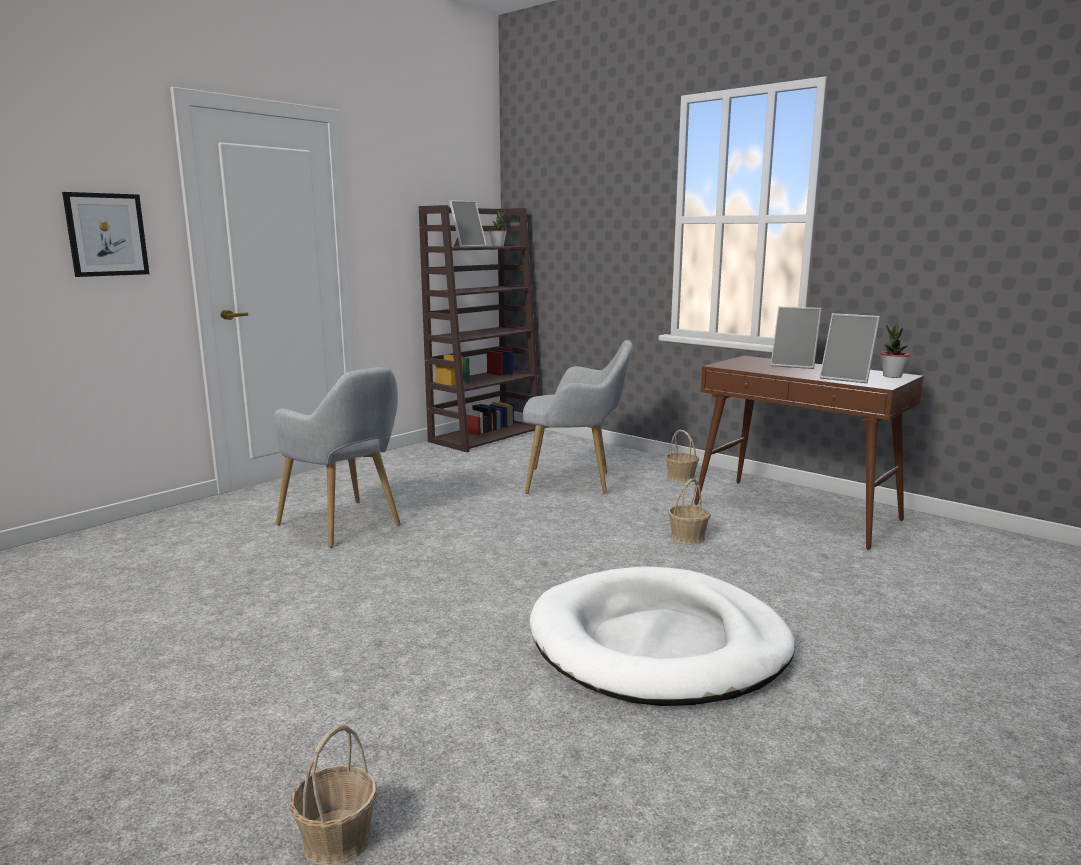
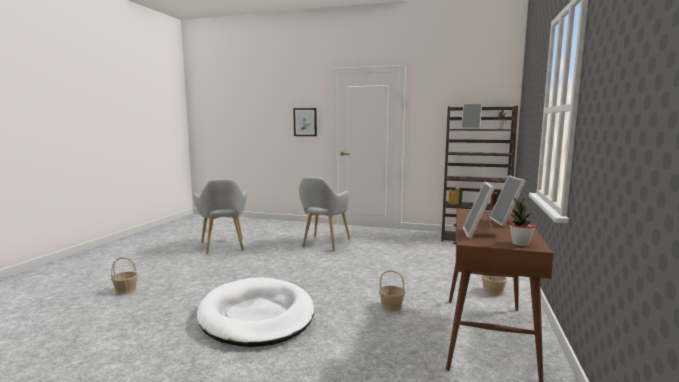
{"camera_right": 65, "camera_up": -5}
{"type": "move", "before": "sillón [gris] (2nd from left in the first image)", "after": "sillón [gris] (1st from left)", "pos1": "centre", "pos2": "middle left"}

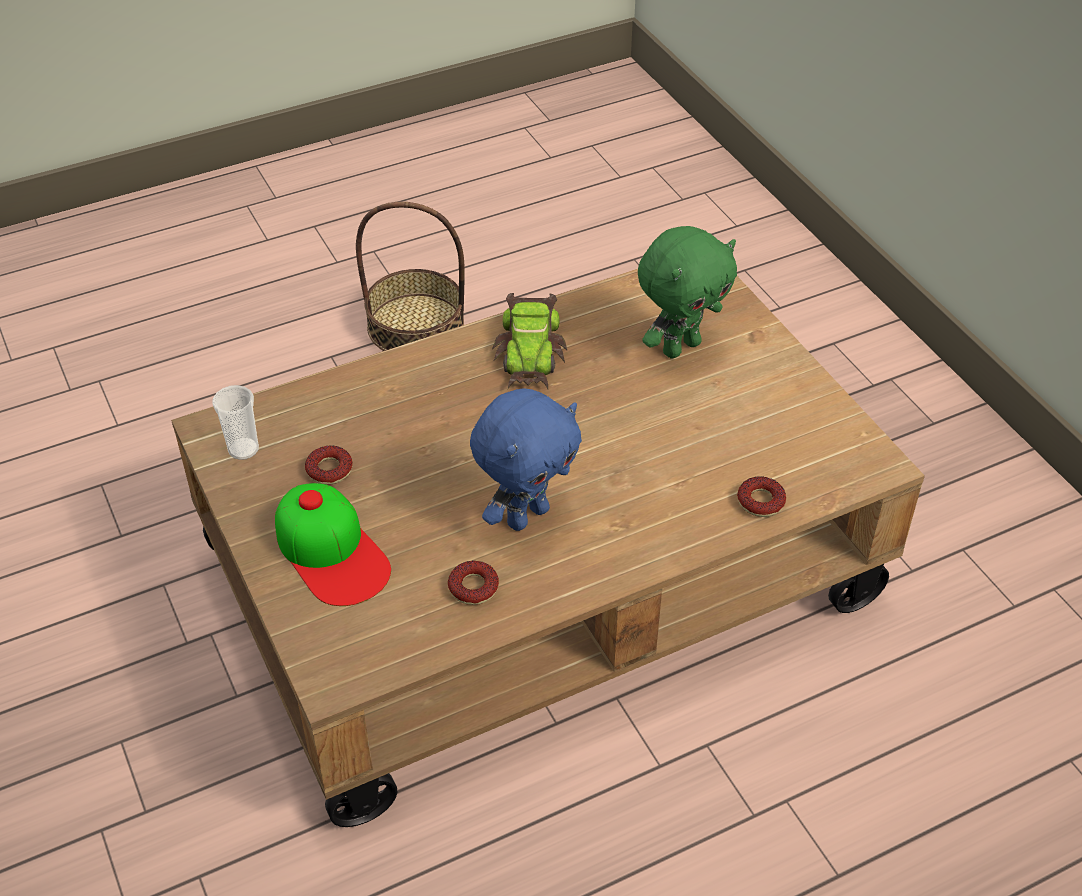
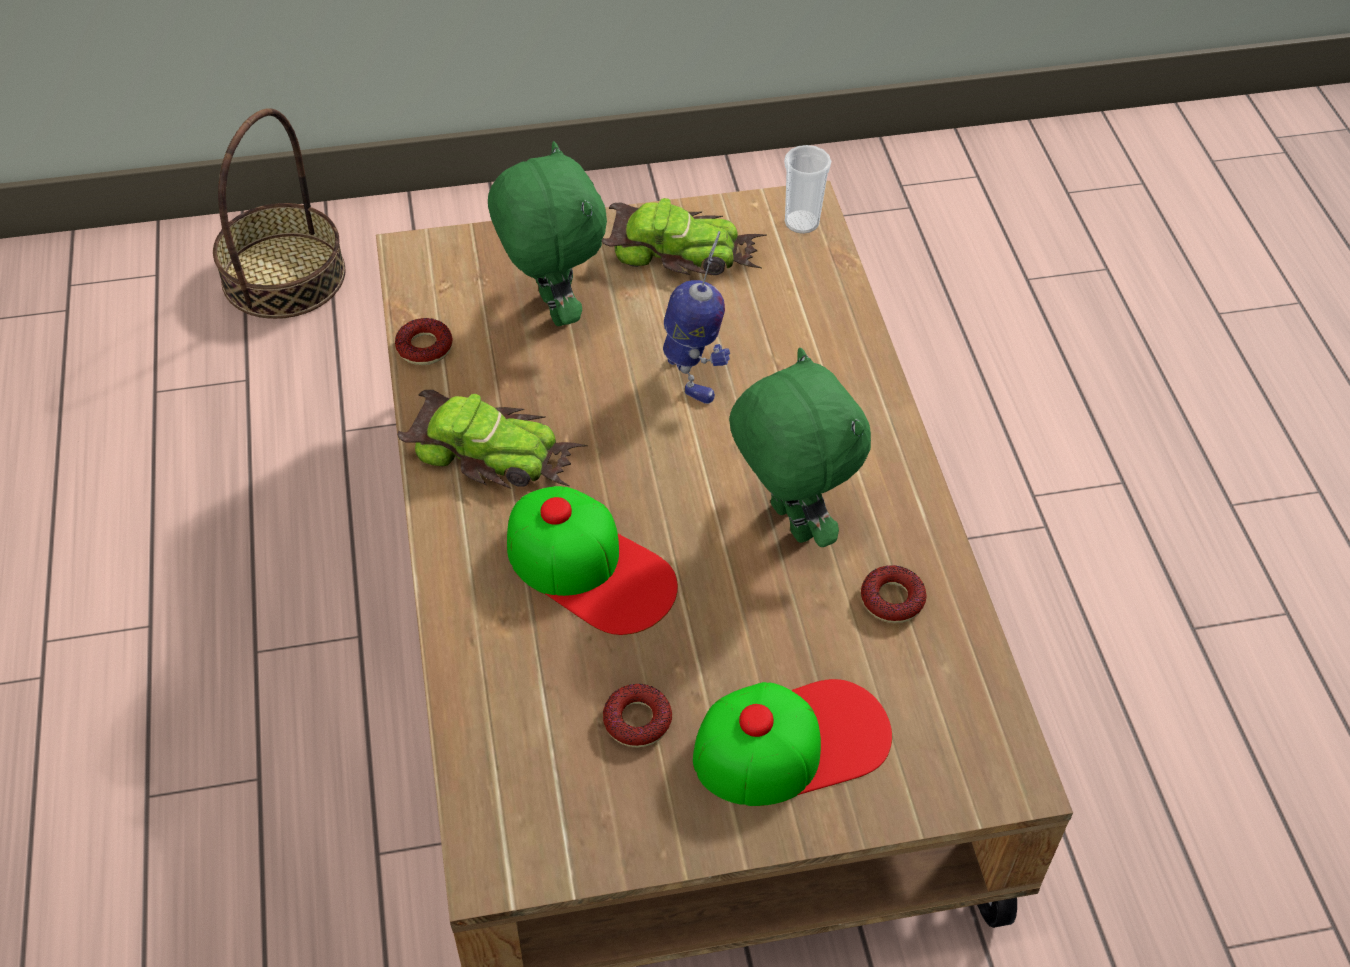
{"camera_right": -75, "camera_up": 5}
{"type": "move", "before": "cesta", "pos1": "top centre", "pos2": "top left"}
{"type": "move", "before": "taza", "pos1": "middle left", "pos2": "top centre"}
{"type": "recolor", "before": "peluche [azul]", "after": "peluche [verde] (2nd from left)", "pos1": "centre", "pos2": "centre"}
{"type": "move", "before": "rosquilla (3rd from left in the first image)", "after": "rosquilla (1st from left)", "pos1": "middle right", "pos2": "middle left"}
{"type": "insert", "after": "coche de juguete (2nd from left)", "pos2": "top centre"}
{"type": "insert", "after": "robot de juguete", "pos2": "top centre"}
{"type": "insert", "after": "gorra (1st from left)", "pos2": "centre"}

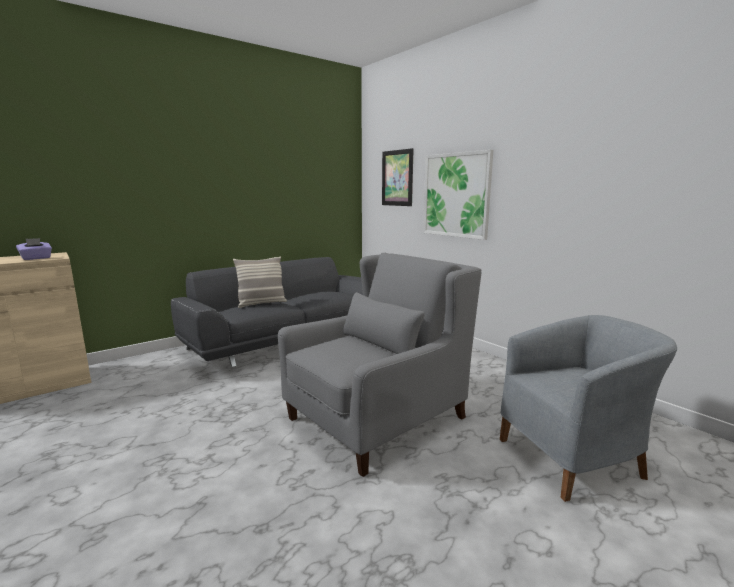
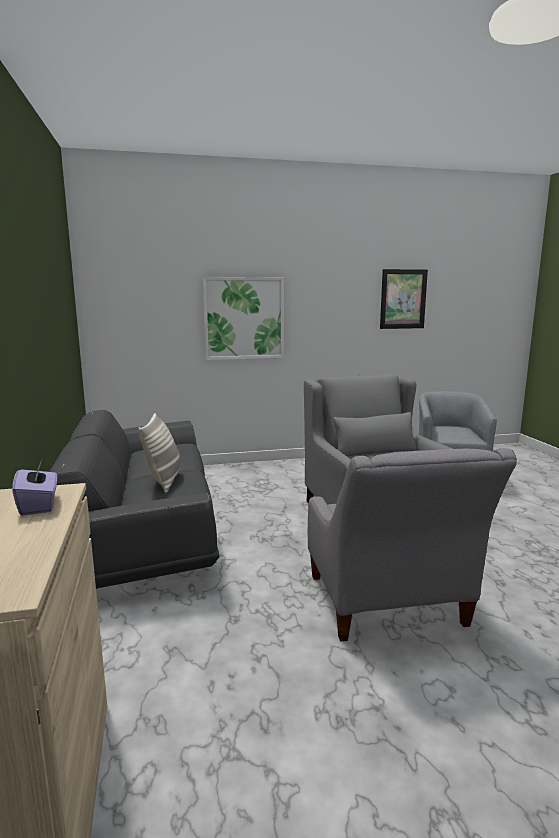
{"camera_right": -65, "camera_up": 0}
{"type": "move", "before": "cuadro (1st from left in the first image)", "after": "cuadro (2nd from left)", "pos1": "top centre", "pos2": "middle right"}
{"type": "insert", "after": "sillón [gris] (2nd from left)", "pos2": "middle right"}

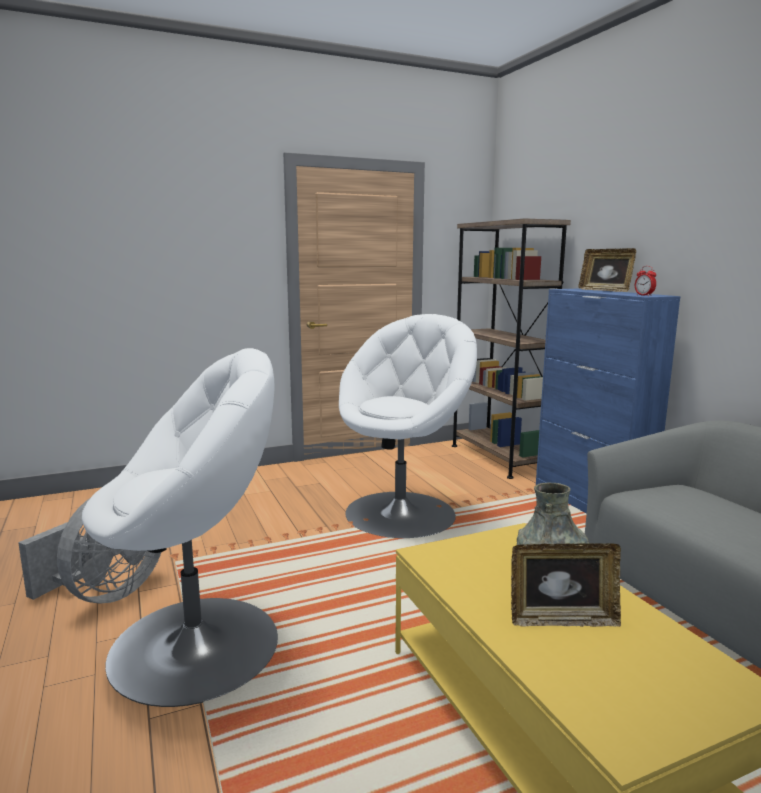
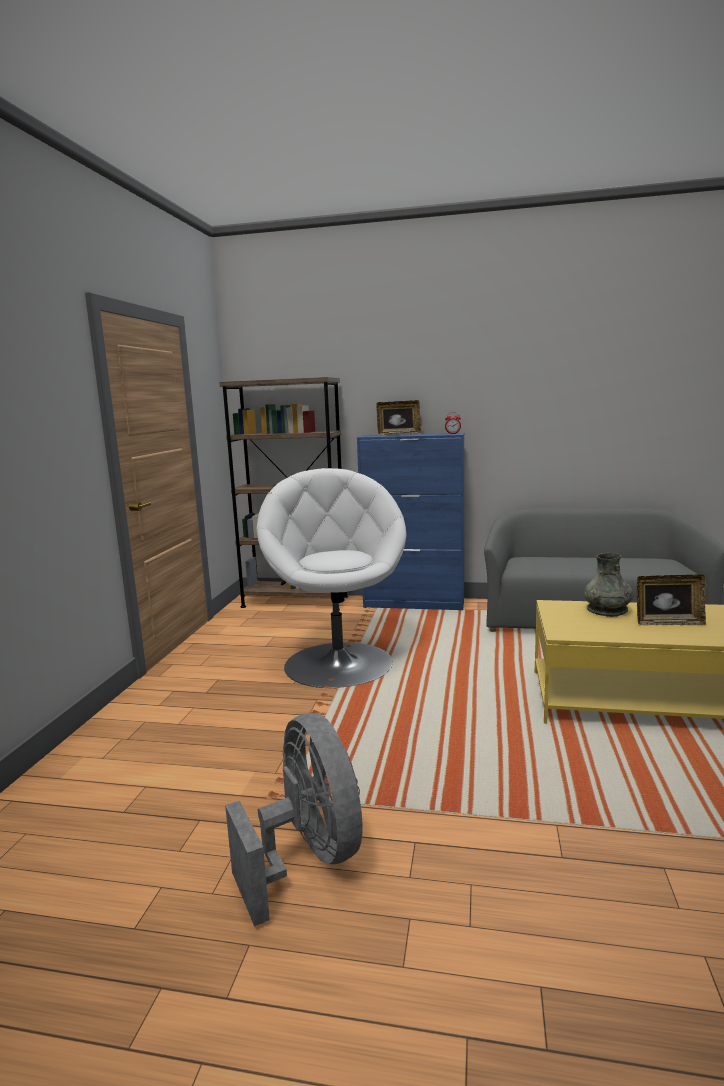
{"camera_right": -55, "camera_up": 0}
{"type": "delete", "before": "sillón [blanco] (1st from left)", "pos1": "middle left"}
{"type": "rotate", "before": "portarretratos (1st from left in the first image)", "pos1": "bottom right", "pos2": "middle right", "turn": 60}

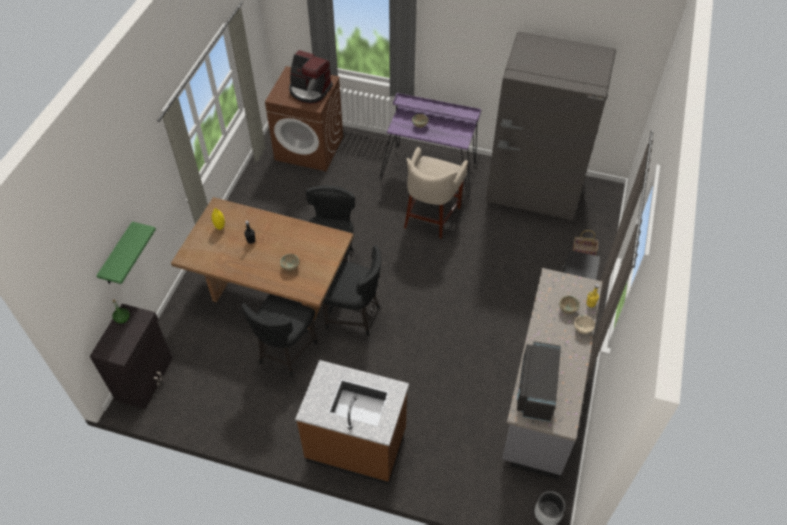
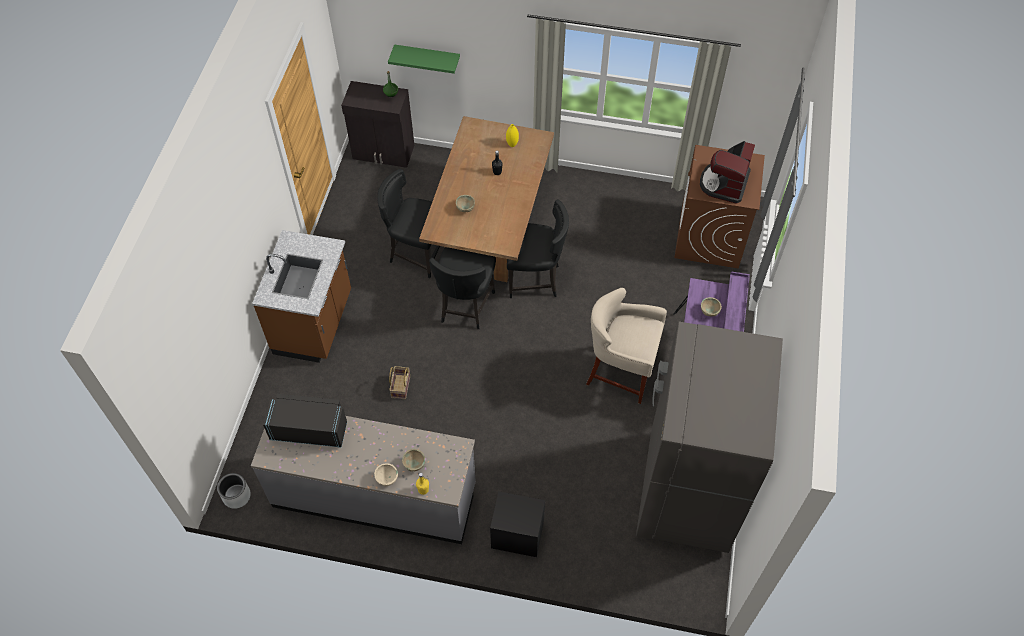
{"camera_right": 85, "camera_up": 5}
{"type": "move", "before": "cesta", "pos1": "middle right", "pos2": "centre"}

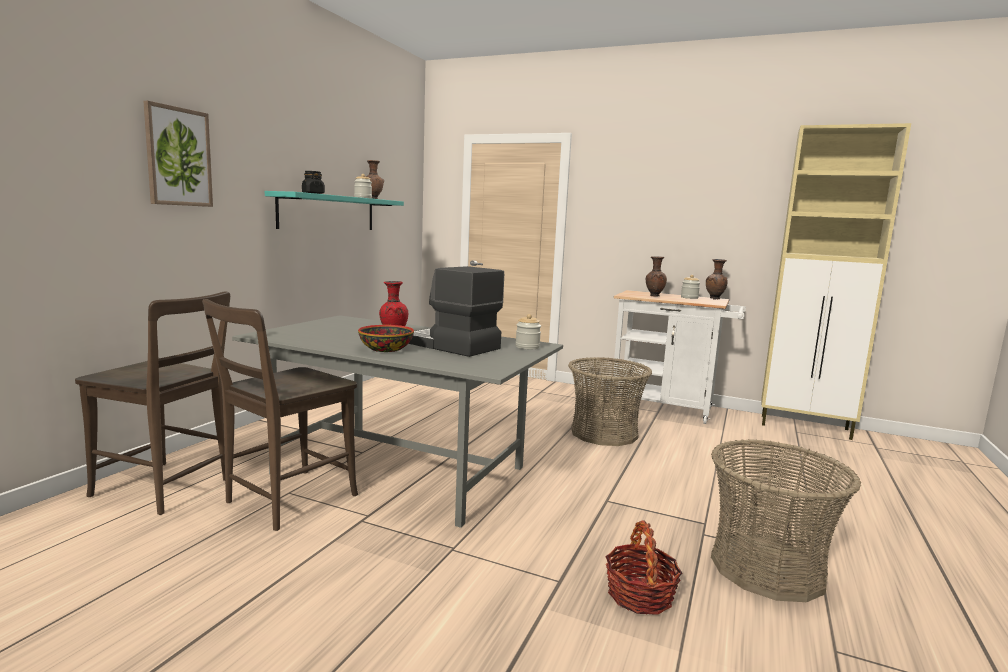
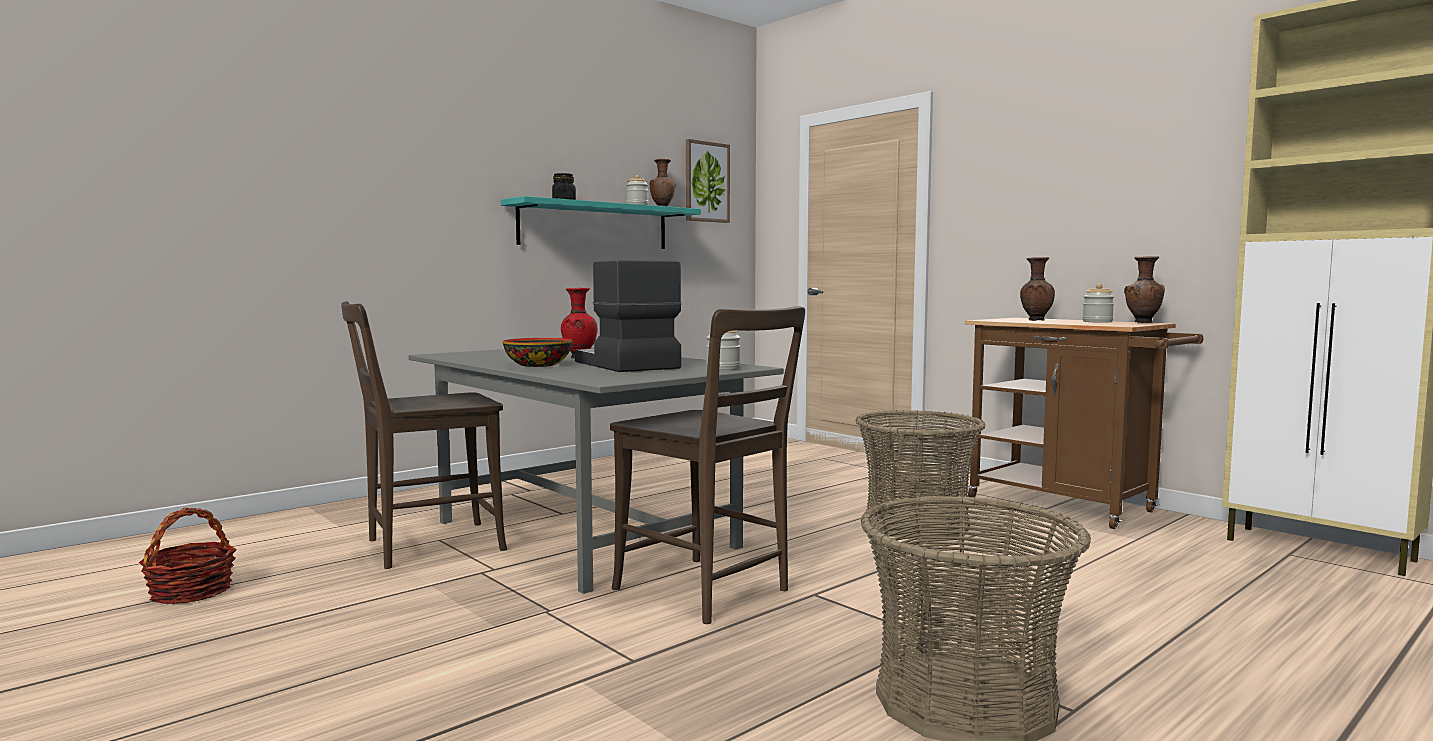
{"camera_right": 25, "camera_up": -5}
{"type": "move", "before": "cuadro", "pos1": "top left", "pos2": "top centre"}
{"type": "recolor", "before": "carrito [blanco]", "after": "carrito [marrón]", "pos1": "middle right", "pos2": "middle right"}
{"type": "move", "before": "silla [marrón] (1st from left in the first image)", "after": "silla [marrón] (2nd from left)", "pos1": "middle left", "pos2": "centre"}
{"type": "move", "before": "cesta (2nd from left in the first image)", "after": "cesta (1st from left)", "pos1": "bottom centre", "pos2": "bottom left"}

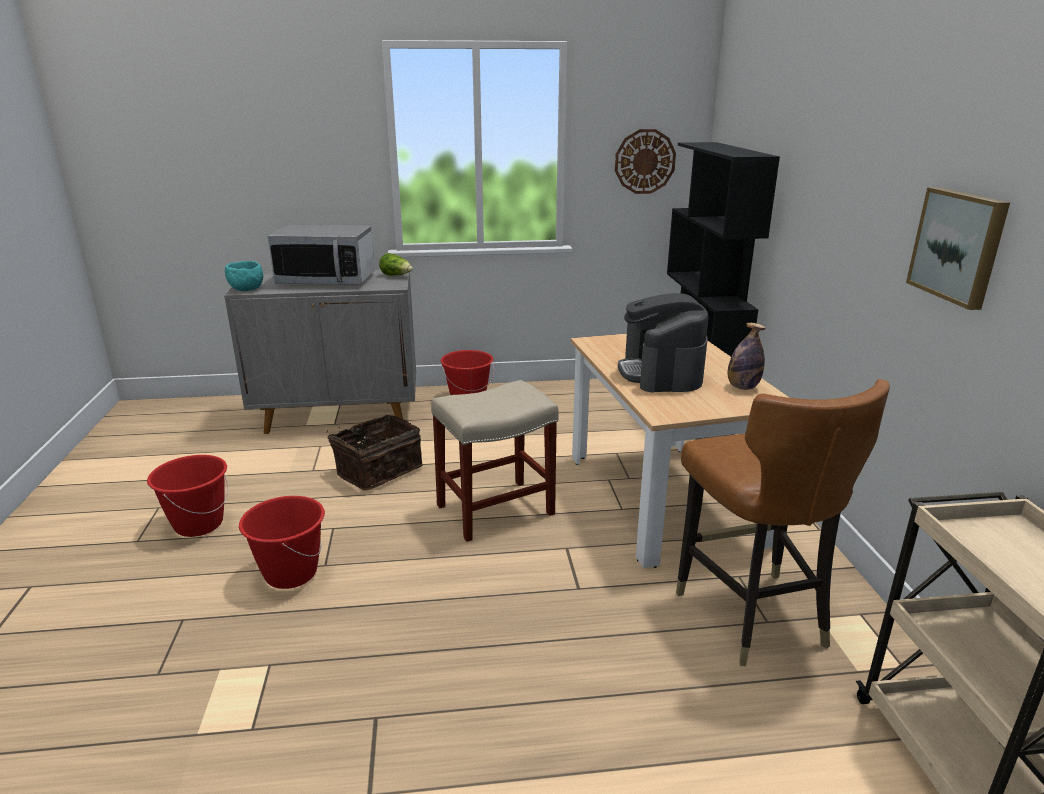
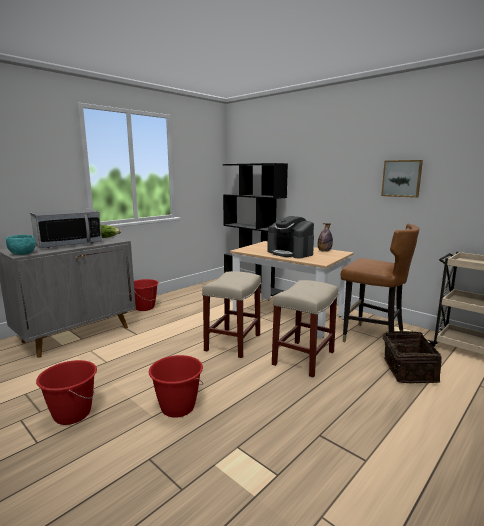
{"camera_right": -40, "camera_up": -10}
{"type": "delete", "before": "reloj de pared", "pos1": "top centre"}
{"type": "move", "before": "cesta", "pos1": "centre", "pos2": "bottom right"}
{"type": "insert", "after": "taburete [beis] (2nd from left)", "pos2": "centre"}

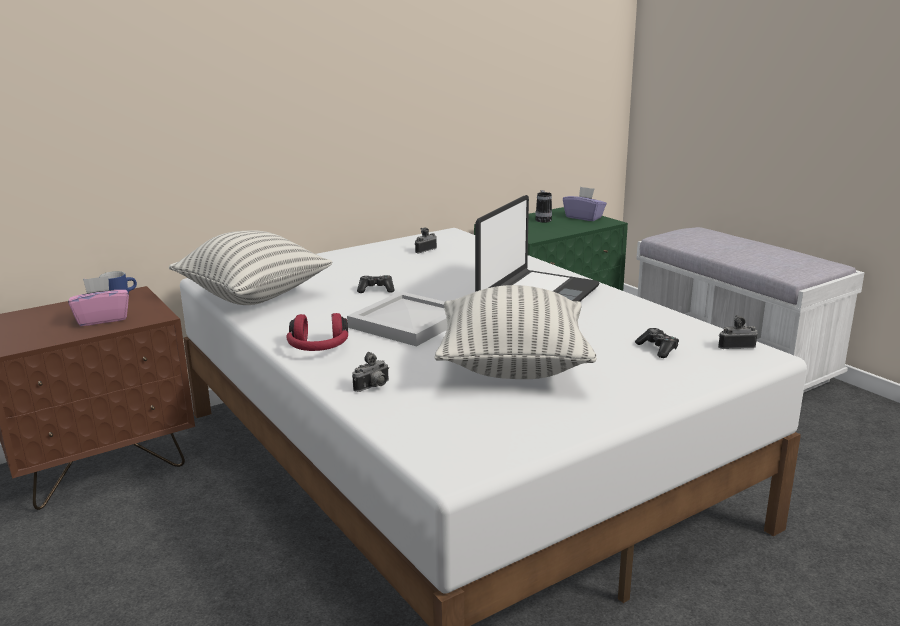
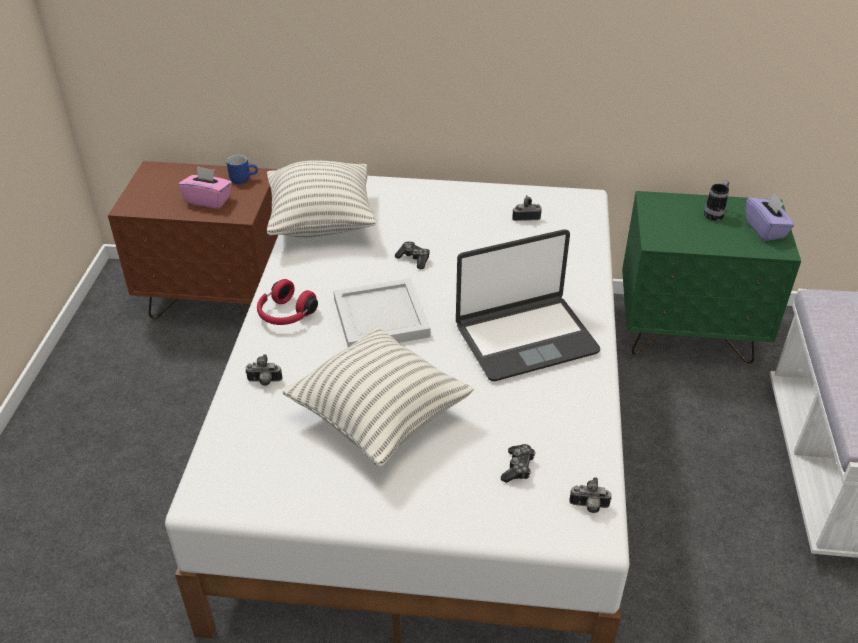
{"camera_right": 40, "camera_up": 20}
{"type": "rotate", "before": "cámara (3rd from left)", "pos1": "middle right", "pos2": "bottom right", "turn": 150}

